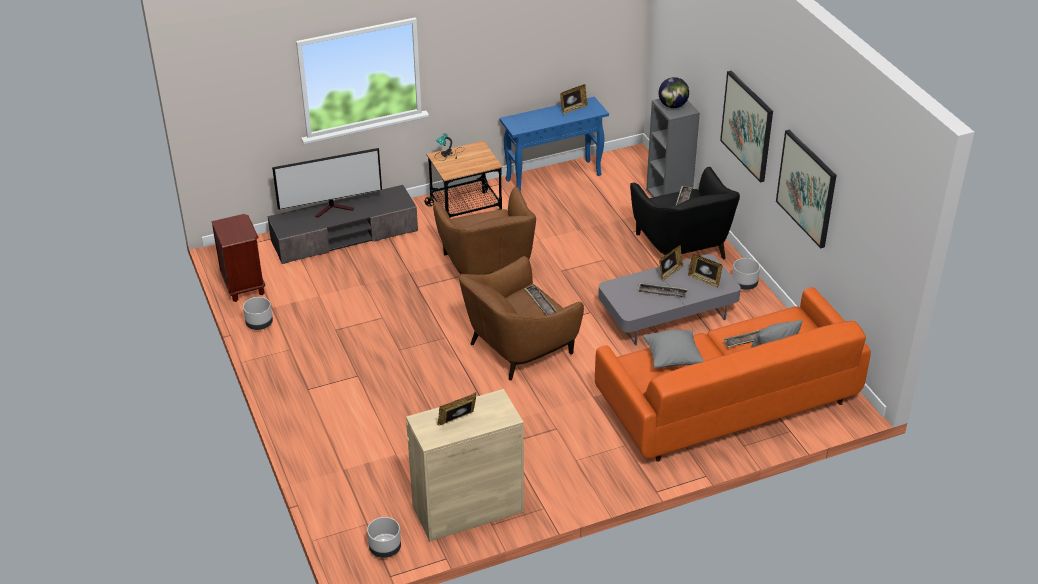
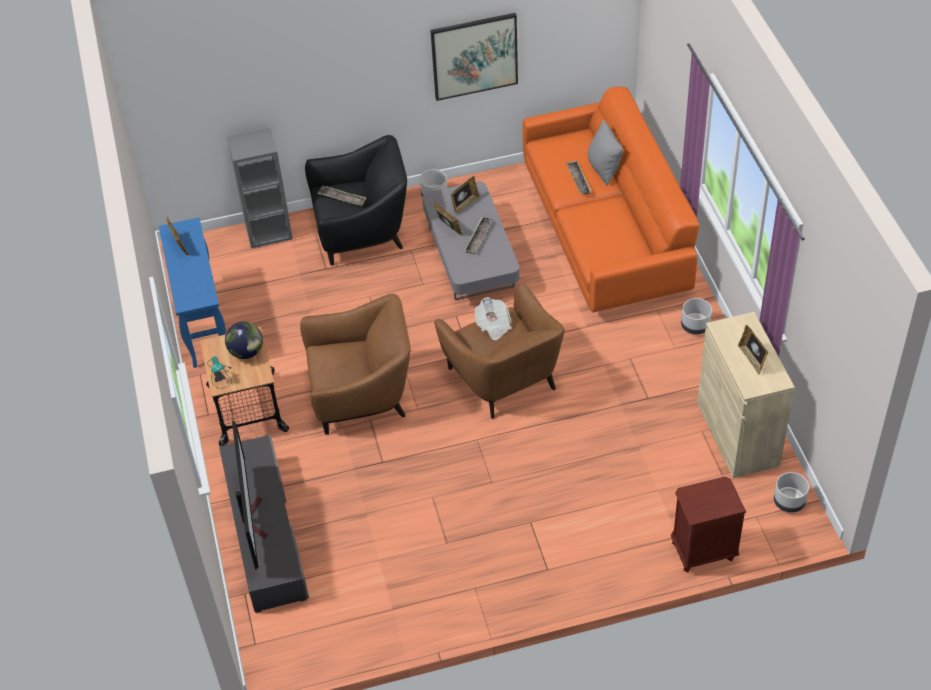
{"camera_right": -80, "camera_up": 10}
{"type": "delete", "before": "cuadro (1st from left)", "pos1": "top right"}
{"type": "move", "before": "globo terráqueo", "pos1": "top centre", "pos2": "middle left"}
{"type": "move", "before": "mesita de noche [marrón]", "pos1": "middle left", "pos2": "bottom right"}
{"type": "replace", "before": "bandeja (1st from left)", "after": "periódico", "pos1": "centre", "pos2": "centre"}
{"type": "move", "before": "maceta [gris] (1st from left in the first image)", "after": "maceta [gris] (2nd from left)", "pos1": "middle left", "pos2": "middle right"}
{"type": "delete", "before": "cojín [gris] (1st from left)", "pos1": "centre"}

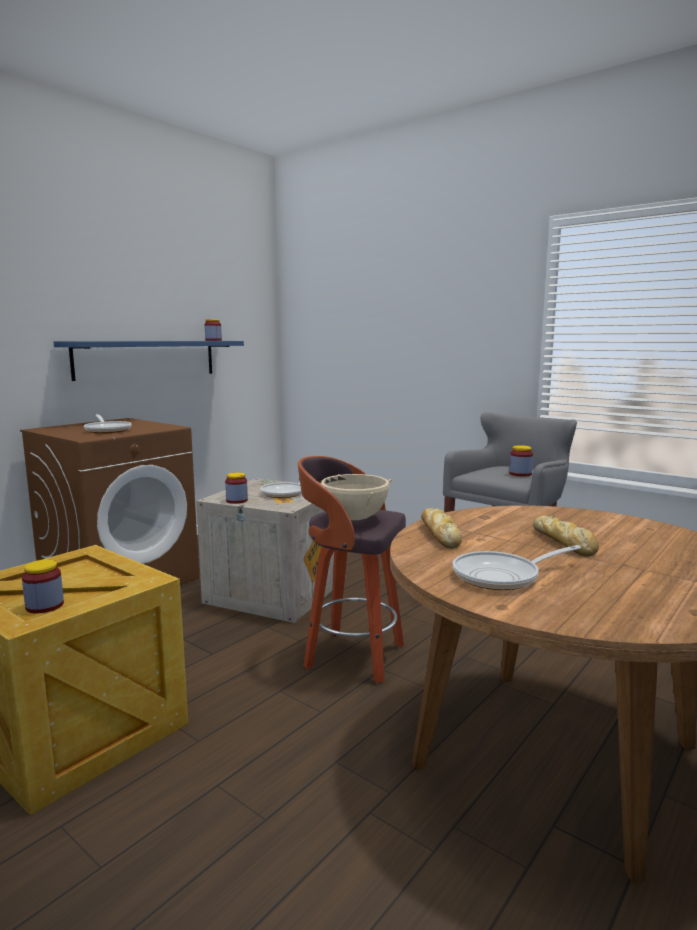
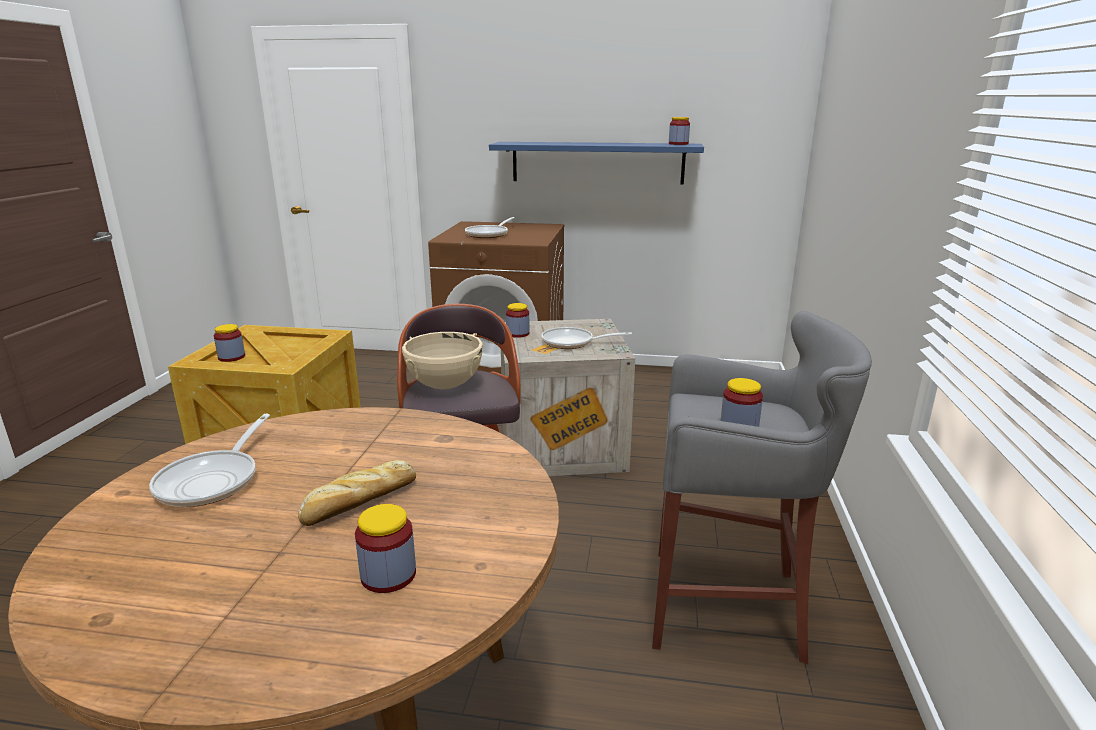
{"camera_right": 60, "camera_up": 10}
{"type": "delete", "before": "pan (1st from left)", "pos1": "centre"}
{"type": "rotate", "before": "sartén (3rd from left in the first image)", "pos1": "middle right", "pos2": "middle left", "turn": -120}
{"type": "insert", "after": "tarro (2nd from left)", "pos2": "bottom centre"}

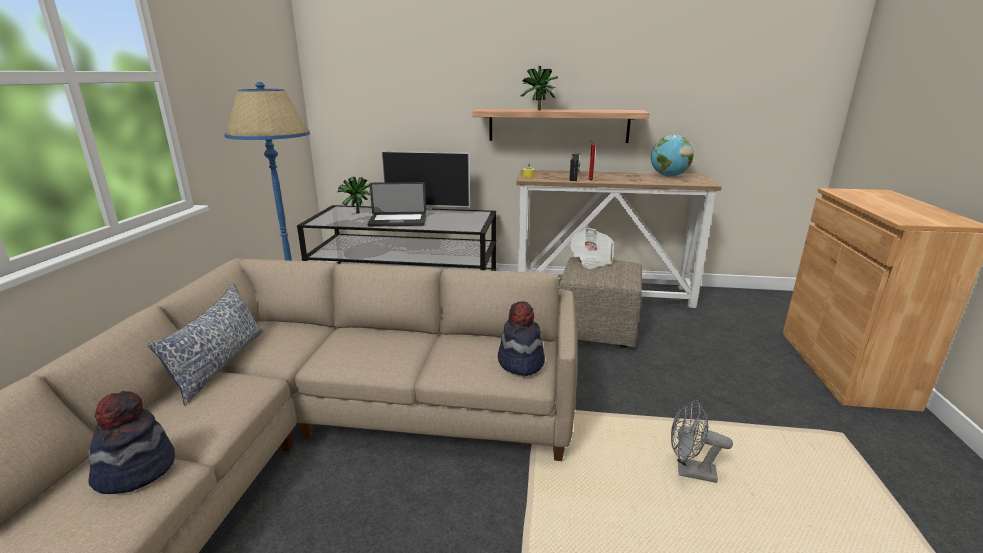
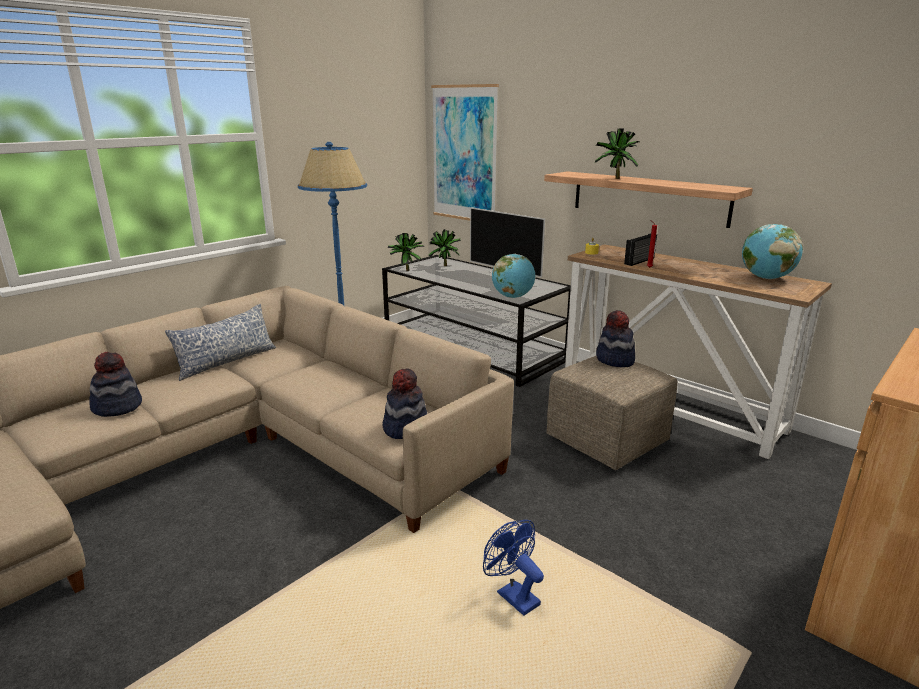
{"camera_right": 35, "camera_up": 0}
{"type": "delete", "before": "portátil", "pos1": "centre"}
{"type": "replace", "before": "periódico", "after": "sombrero (3rd from left)", "pos1": "centre", "pos2": "middle right"}
{"type": "recolor", "before": "ventilador [gris]", "after": "ventilador [azul]", "pos1": "bottom right", "pos2": "bottom centre"}
{"type": "insert", "after": "cuadro", "pos2": "top centre"}
{"type": "insert", "after": "planta en maceta (1st from left)", "pos2": "centre"}
{"type": "insert", "after": "globo terráqueo (1st from left)", "pos2": "centre"}

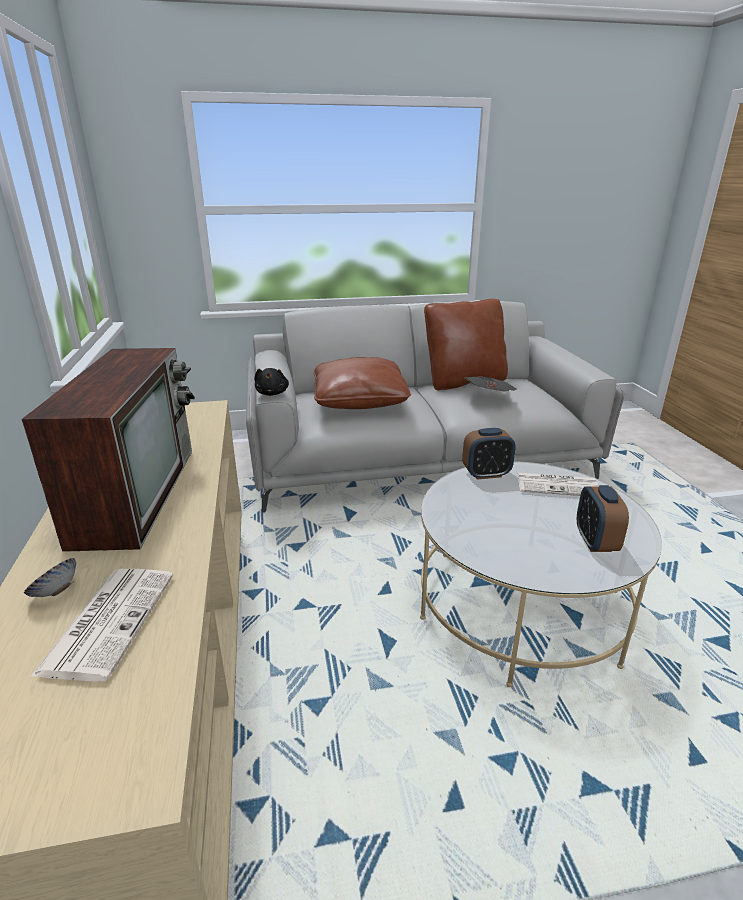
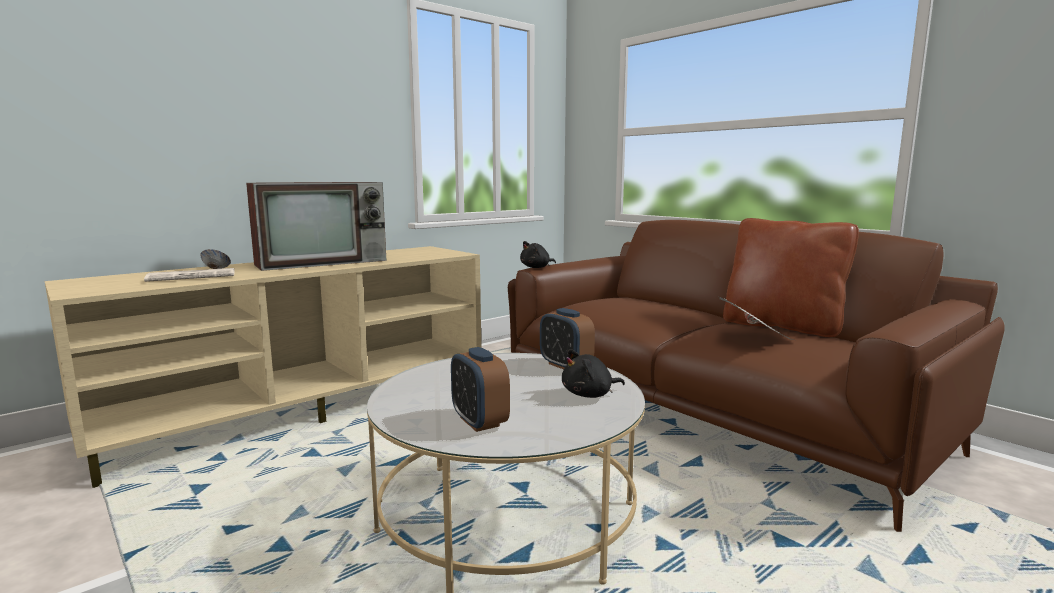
{"camera_right": 60, "camera_up": -15}
{"type": "recolor", "before": "sofá [gris]", "after": "sofá [marrón]", "pos1": "centre", "pos2": "middle right"}
{"type": "delete", "before": "cojín [marrón] (1st from left)", "pos1": "centre"}
{"type": "replace", "before": "periódico (3rd from left)", "after": "peluche [negro] (2nd from left)", "pos1": "middle right", "pos2": "centre"}
{"type": "rotate", "before": "despertador (2nd from left in the first image)", "pos1": "middle right", "pos2": "centre", "turn": -90}

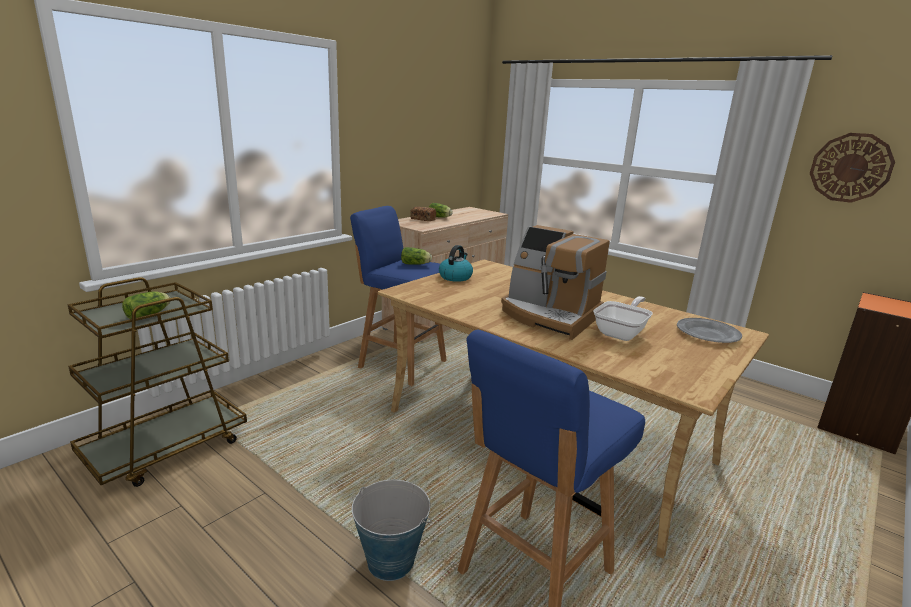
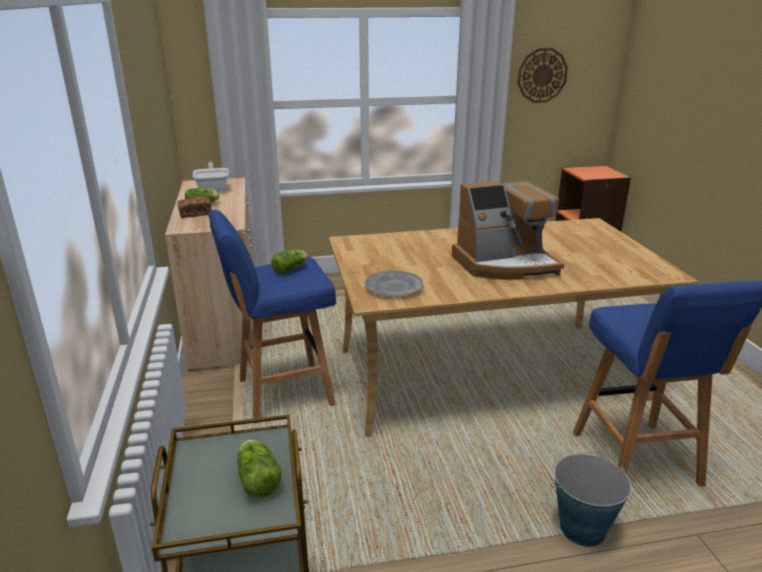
{"camera_right": -50, "camera_up": 5}
{"type": "delete", "before": "hervidor", "pos1": "centre"}
{"type": "move", "before": "sartén", "pos1": "middle right", "pos2": "top left"}
{"type": "move", "before": "plato [gris]", "pos1": "middle right", "pos2": "centre"}

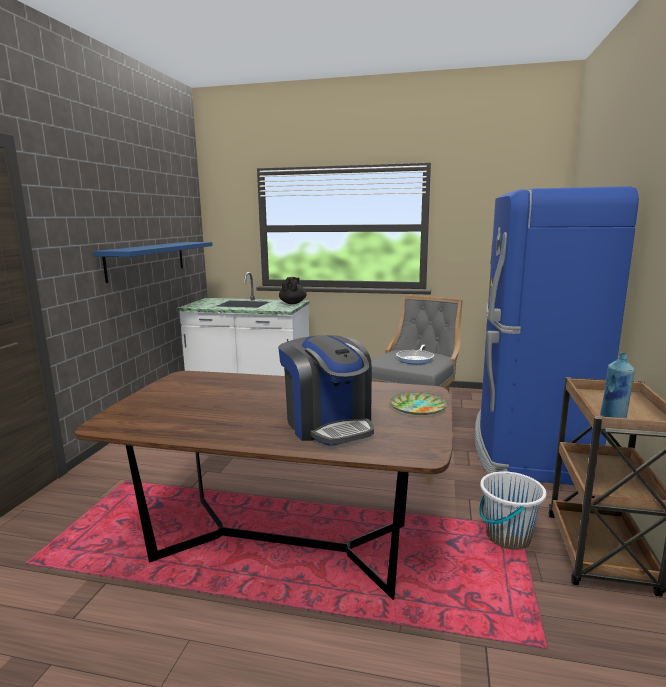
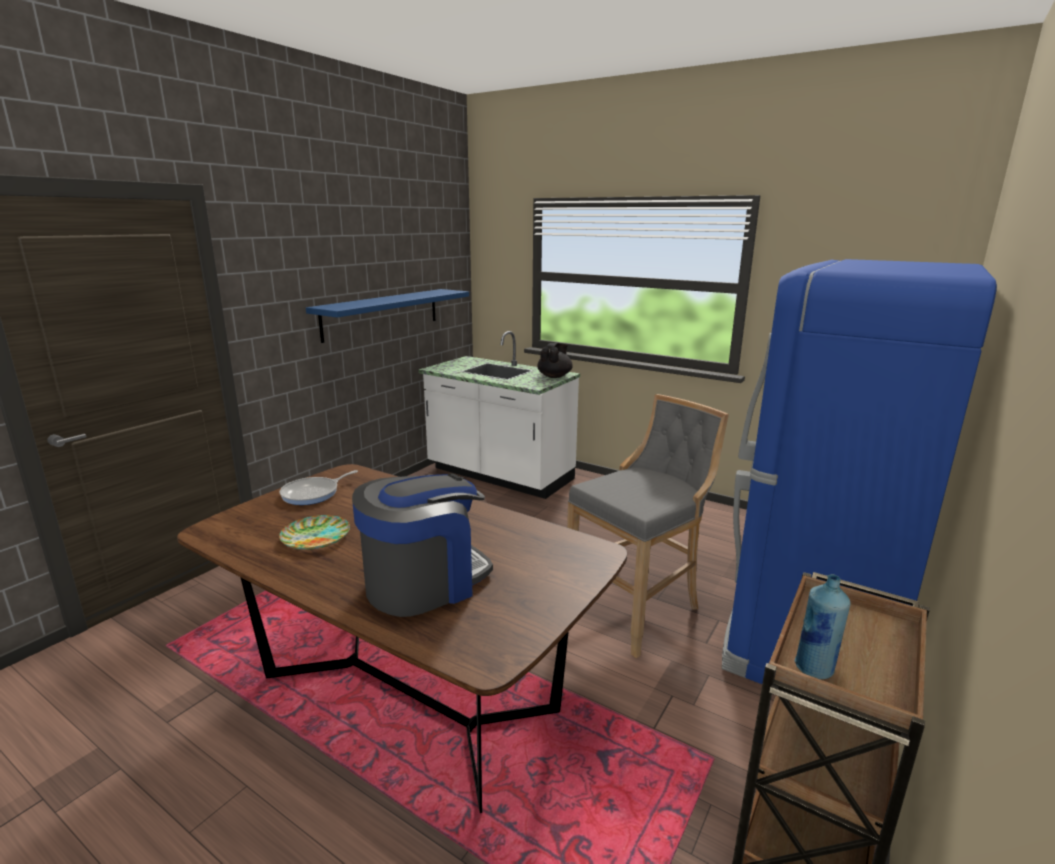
{"camera_right": 20, "camera_up": 5}
{"type": "rotate", "before": "cafetera", "pos1": "centre", "pos2": "centre", "turn": -120}
{"type": "move", "before": "sartén", "pos1": "centre", "pos2": "middle left"}
{"type": "move", "before": "plato", "pos1": "centre", "pos2": "middle left"}
{"type": "delete", "before": "cubo [blanco]", "pos1": "bottom right"}

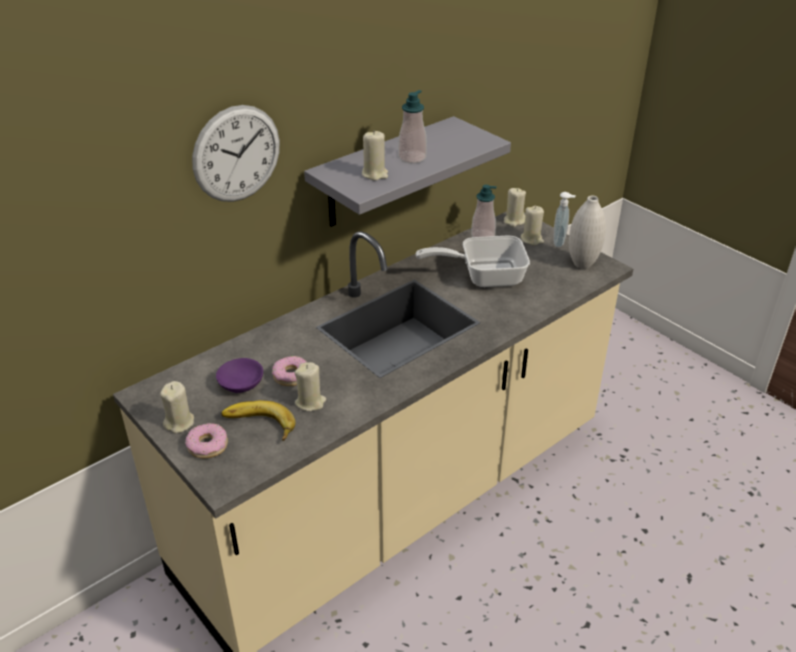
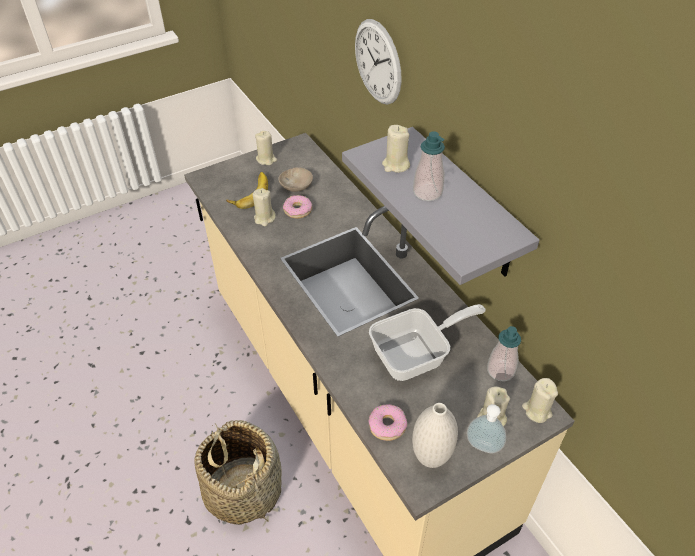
{"camera_right": 100, "camera_up": 10}
{"type": "rotate", "before": "sartén", "pos1": "centre", "pos2": "centre", "turn": 60}
{"type": "recolor", "before": "cuenco [morado]", "after": "cuenco [beis]", "pos1": "middle left", "pos2": "top centre"}
{"type": "move", "before": "rosquilla (1st from left in the first image)", "after": "rosquilla (2nd from left)", "pos1": "bottom left", "pos2": "bottom centre"}
{"type": "insert", "after": "cesta", "pos2": "bottom centre"}

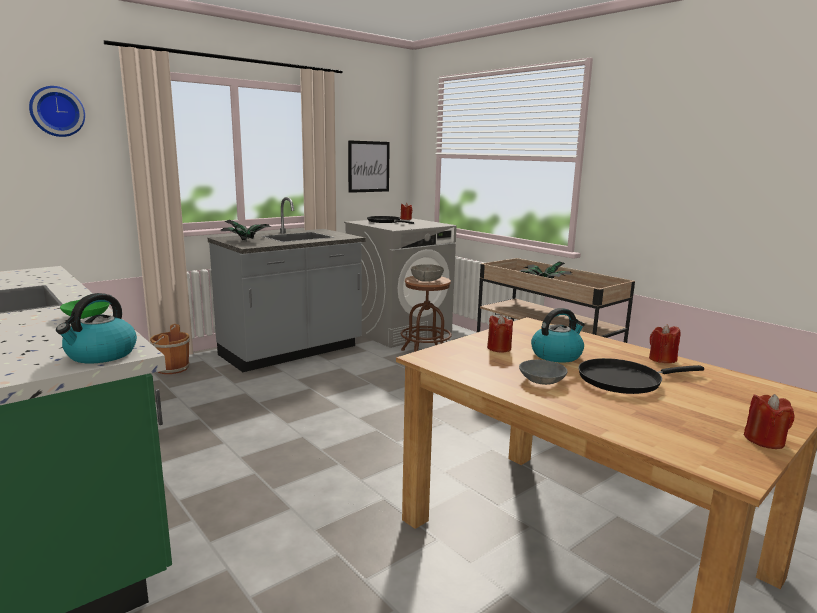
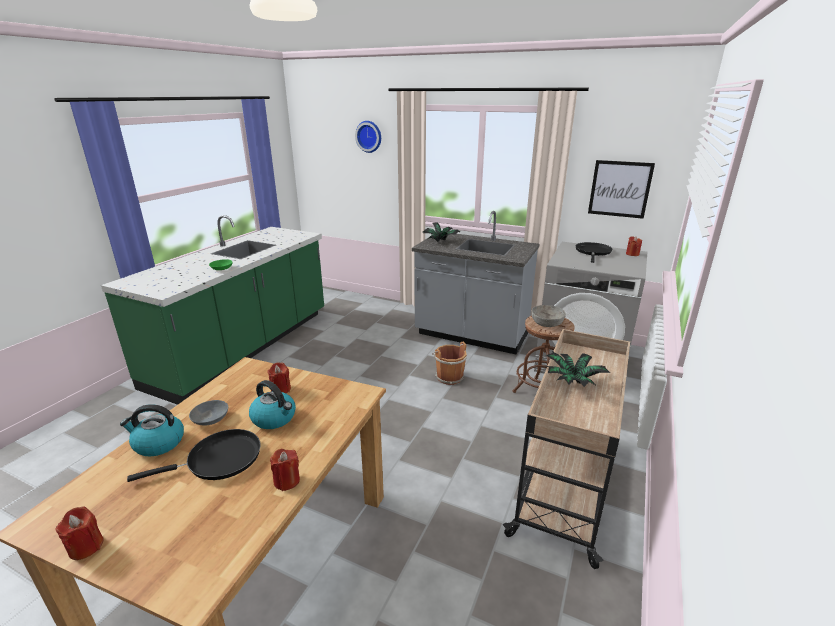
{"camera_right": 65, "camera_up": 10}
{"type": "move", "before": "hervidor (1st from left)", "pos1": "middle left", "pos2": "bottom left"}
{"type": "move", "before": "cubo [marrón]", "pos1": "middle left", "pos2": "centre"}
{"type": "rotate", "before": "sartén [negro] (2nd from left in the first image)", "pos1": "middle right", "pos2": "bottom left", "turn": 105}

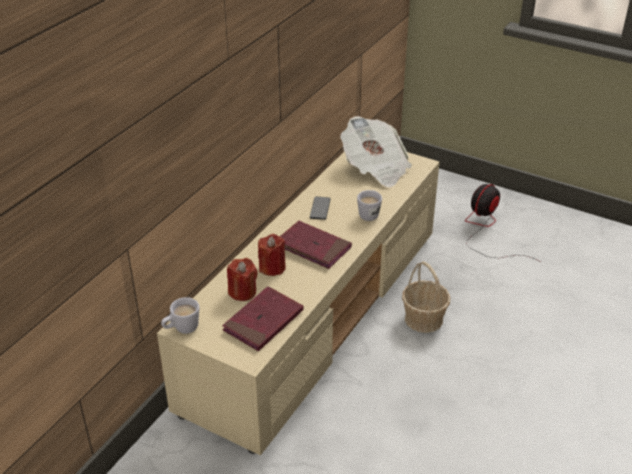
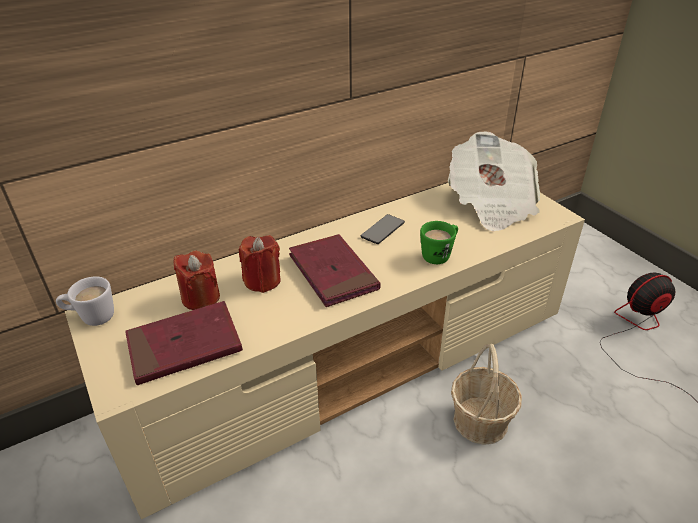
{"camera_right": 30, "camera_up": 0}
{"type": "recolor", "before": "taza grande [blanco] (2nd from left)", "after": "taza grande [verde]", "pos1": "centre", "pos2": "centre"}

